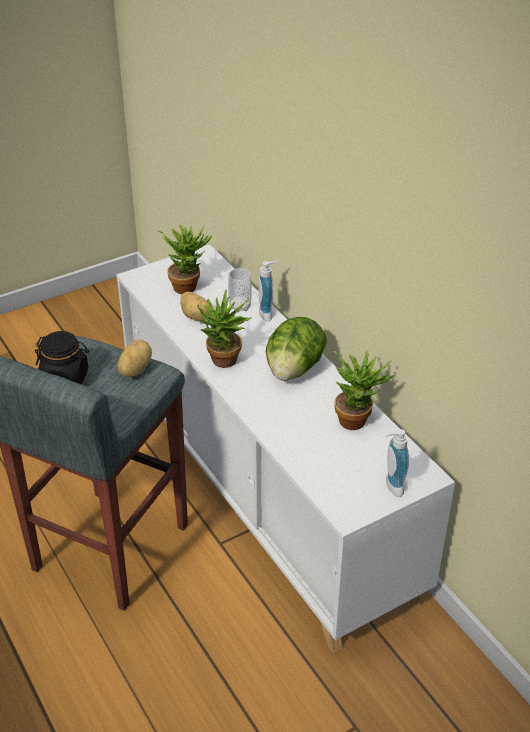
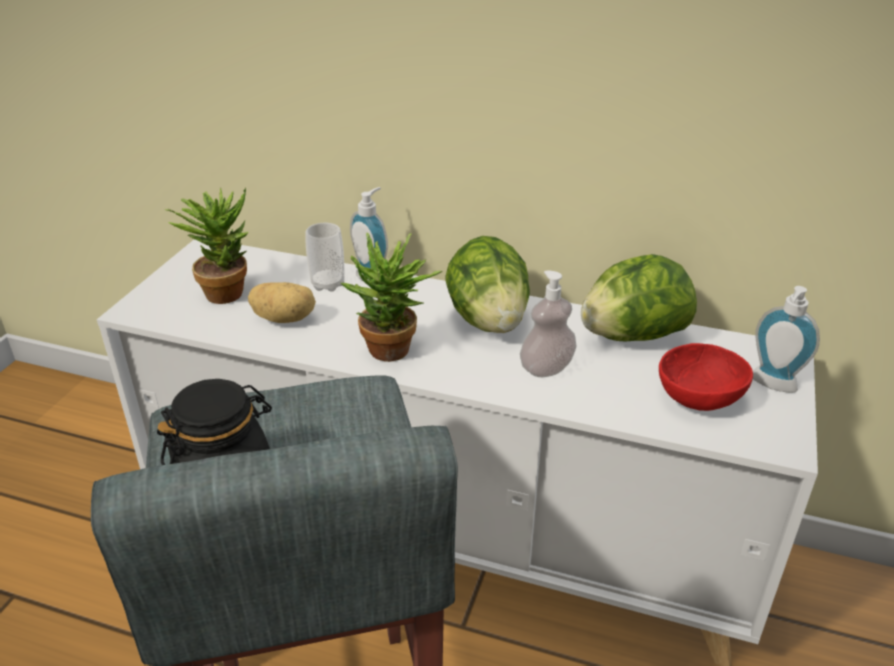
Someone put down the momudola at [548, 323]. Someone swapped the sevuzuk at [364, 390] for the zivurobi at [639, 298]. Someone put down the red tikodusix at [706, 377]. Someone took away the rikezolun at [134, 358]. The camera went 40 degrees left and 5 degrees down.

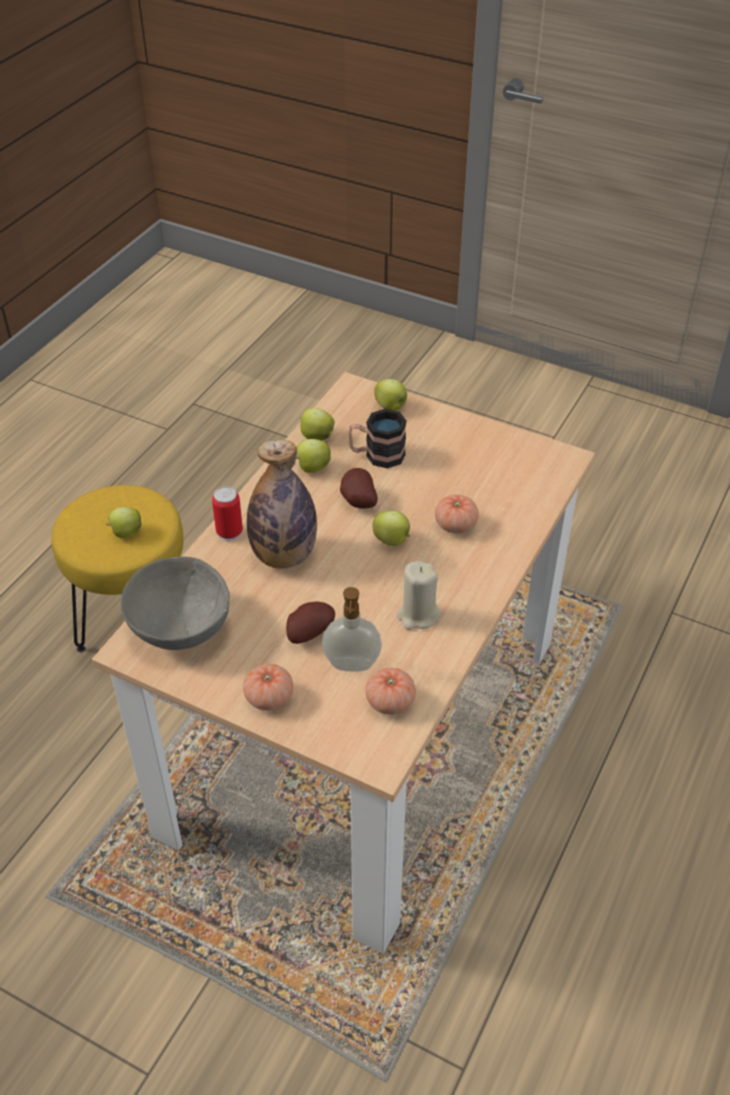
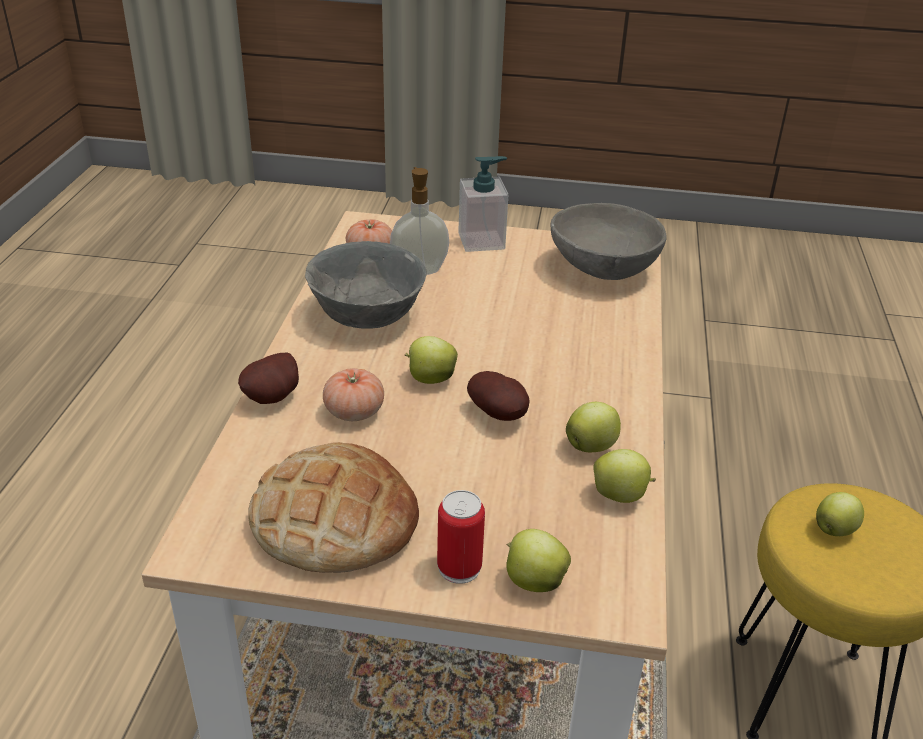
Someone carried the rikezolun from [310, 623] to [268, 378]. Someone put down the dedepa at [333, 507]. Someone swapped the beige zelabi at [419, 595] for the grey tikodusix at [365, 285]. Someone carried the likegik from [227, 513] to [461, 537]. Someone swapped the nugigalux at [268, 687] for the momudola at [483, 204]. Someone took away the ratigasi at [282, 504]. Someone took away the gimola at [377, 438]. The camera went 160 degrees right and 10 degrees down.

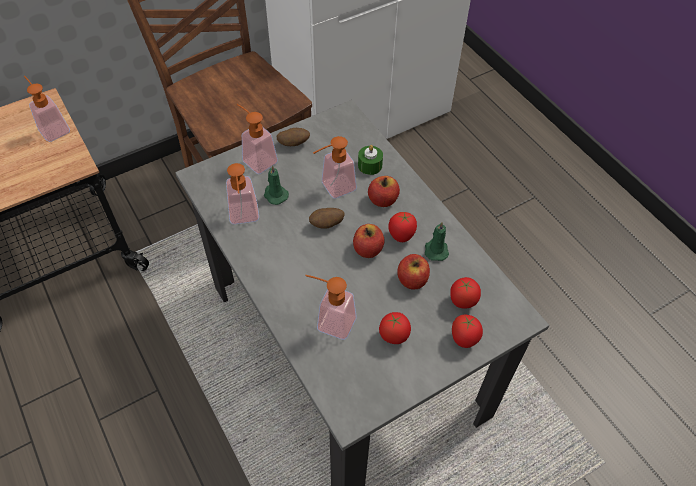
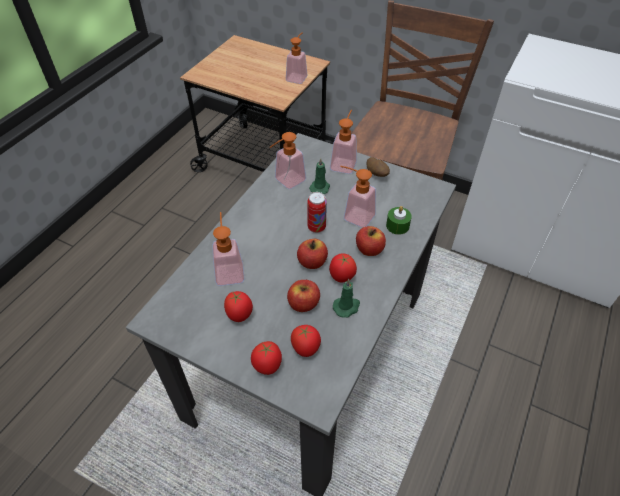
Someone swapped the rikezolun at [327, 218] for the likegik at [317, 212]. The camera went 60 degrees right and 5 degrees down.

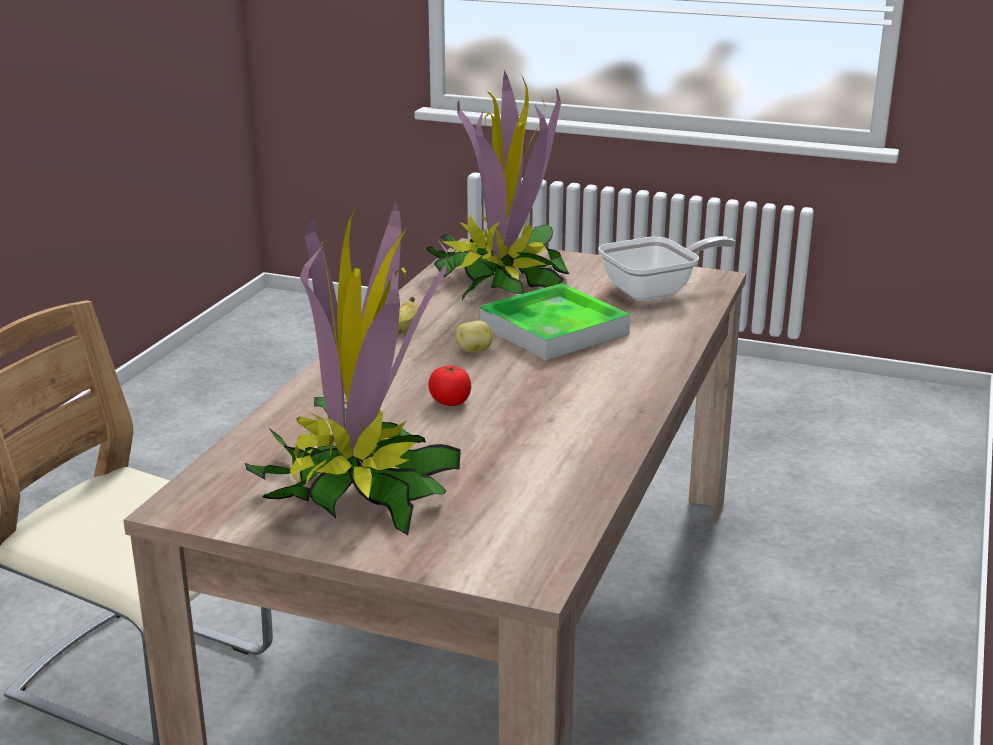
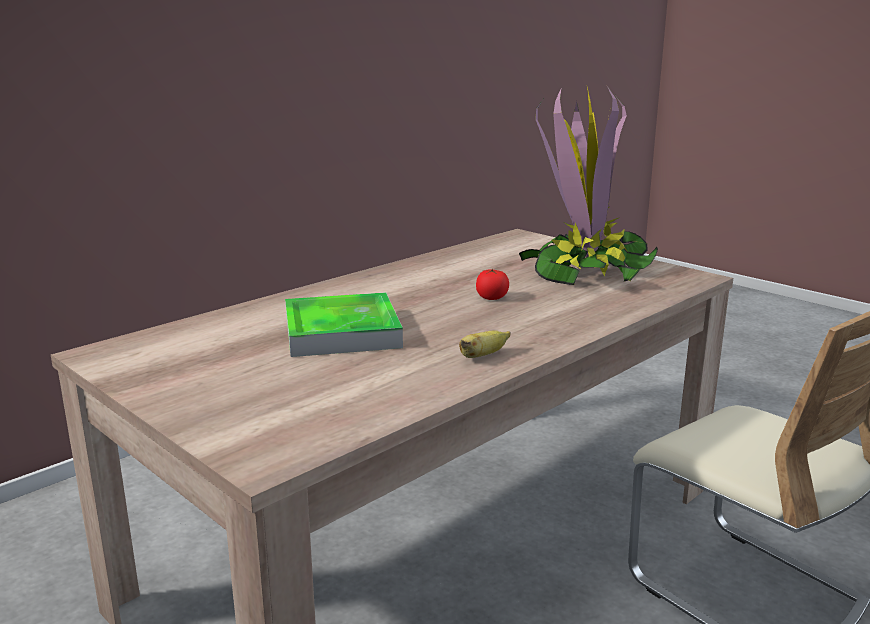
Someone took away the sevuzuk at [497, 185]. Someone took away the rikezolun at [474, 337]. Someone took away the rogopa at [667, 268]. The camera went 155 degrees left and 5 degrees down.

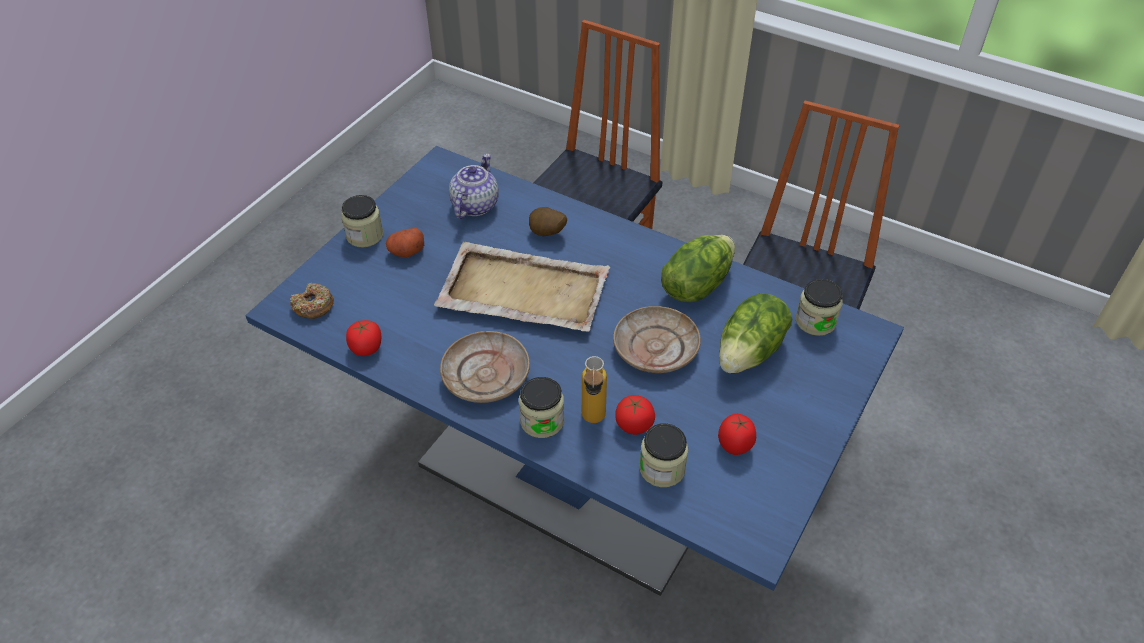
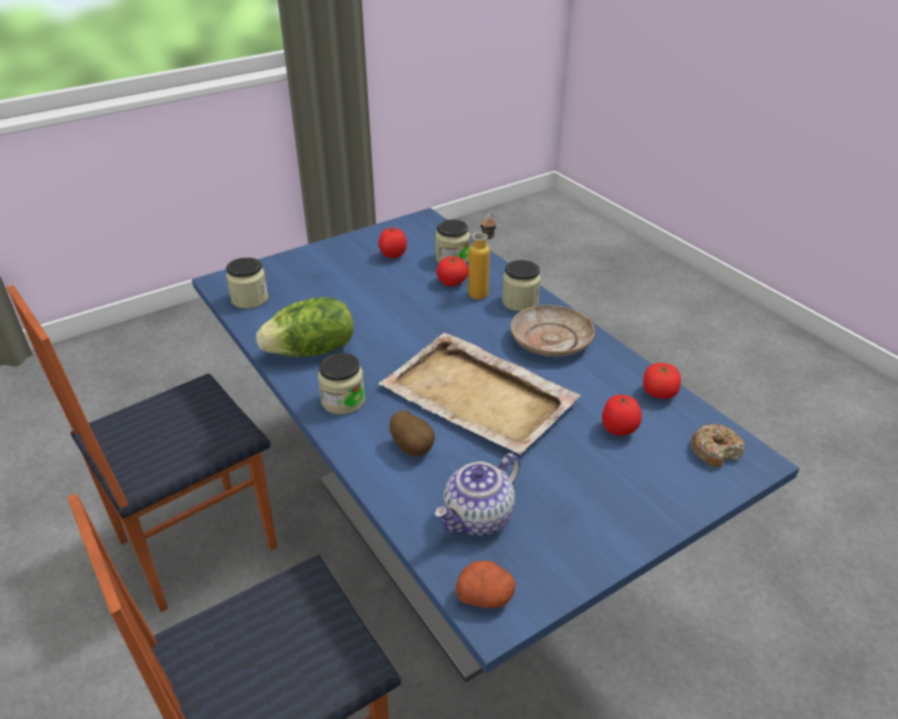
Someone carried the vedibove from [362, 221] to [341, 384]. Someone carried the rikezolun from [405, 242] to [486, 584]. Someone put down the nugigalux at [622, 415]. Someone took away the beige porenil at [657, 339]. Someone took away the zivurobi at [755, 333]. The camera went 155 degrees left and 10 degrees down.

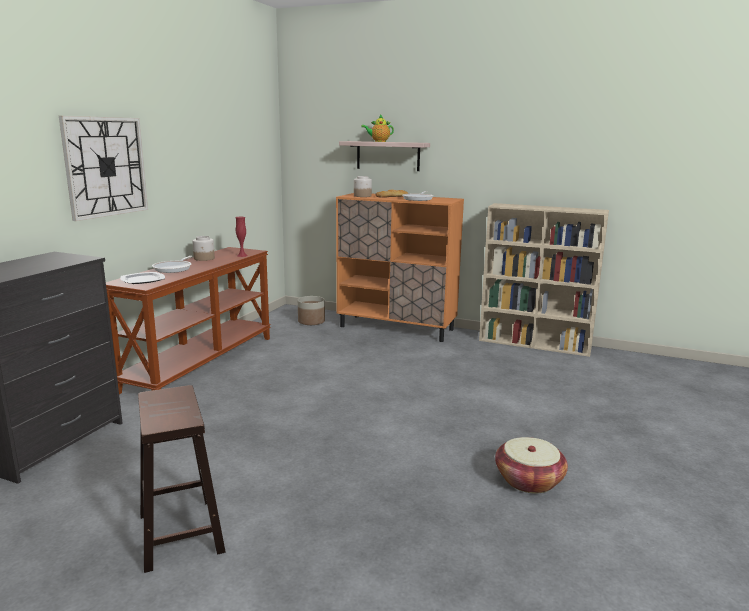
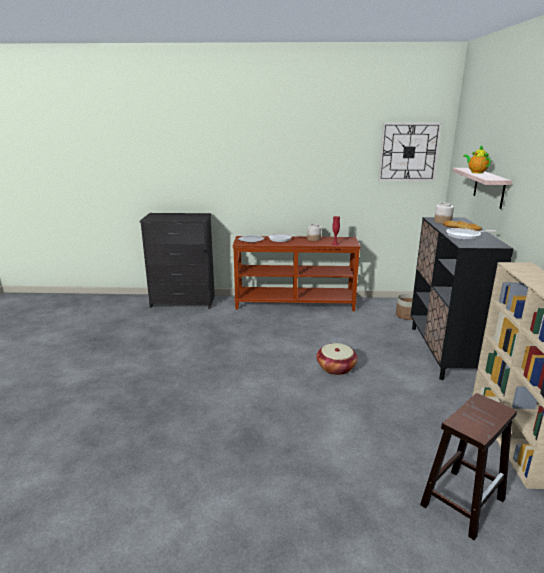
Someone carried the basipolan from [531, 465] to [337, 359]. Someone carried the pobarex from [103, 168] to [410, 152]. Someone repainted the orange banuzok at [400, 267], which became the black banuzok at [462, 298]. Someone carried the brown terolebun from [182, 479] to [468, 466]. The camera went 70 degrees right and 5 degrees up.

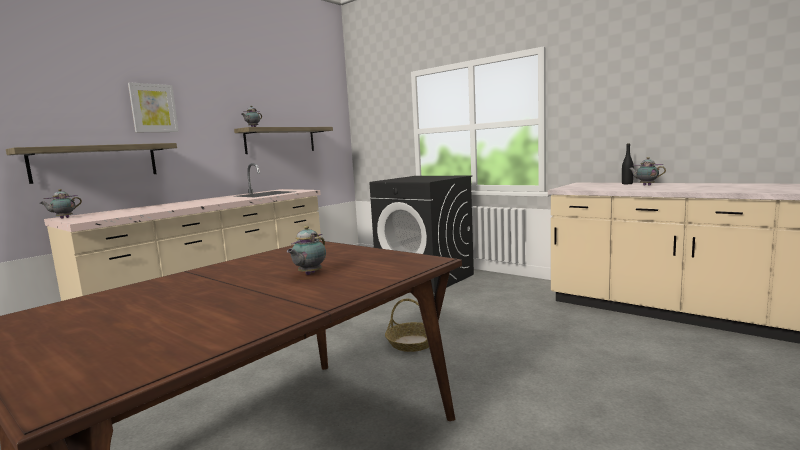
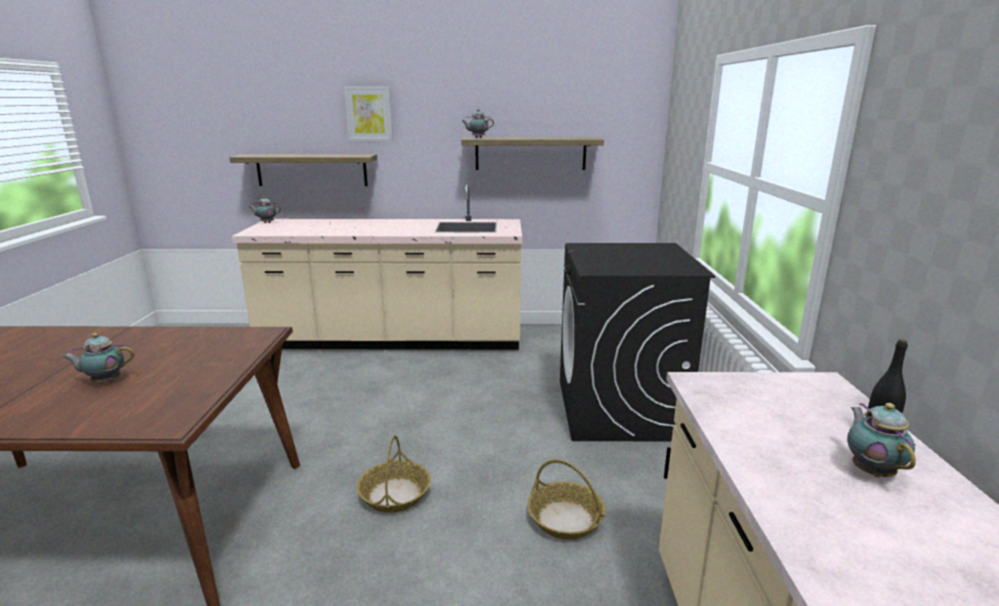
Someone put down the basipolan at [566, 499]. The camera went 50 degrees right and 10 degrees up.

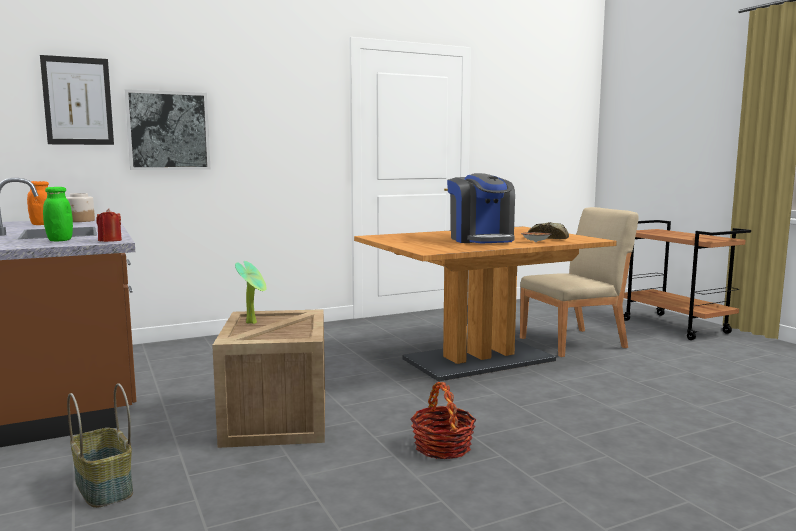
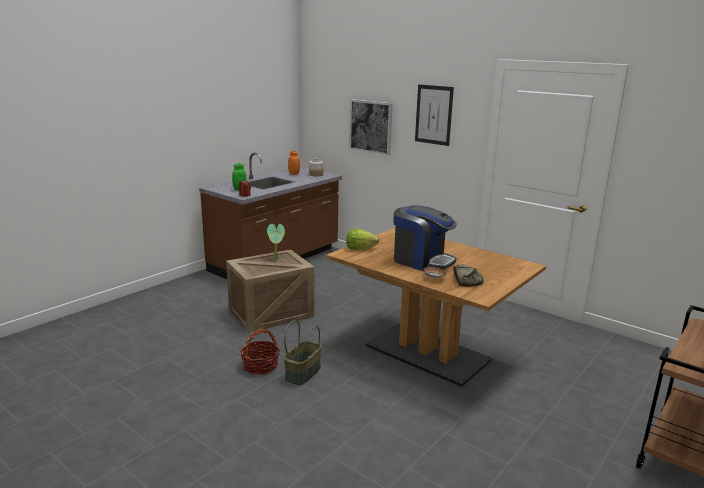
Someone carried the basipolan from [100, 445] to [303, 352]. Someone put down the zivurobi at [362, 239]. Someone rotated the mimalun at [481, 208] by 105 degrees counterclockwise. Someone carried the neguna from [77, 100] to [434, 115]. Someone took away the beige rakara at [579, 282]. The camera went 65 degrees right and 10 degrees up.

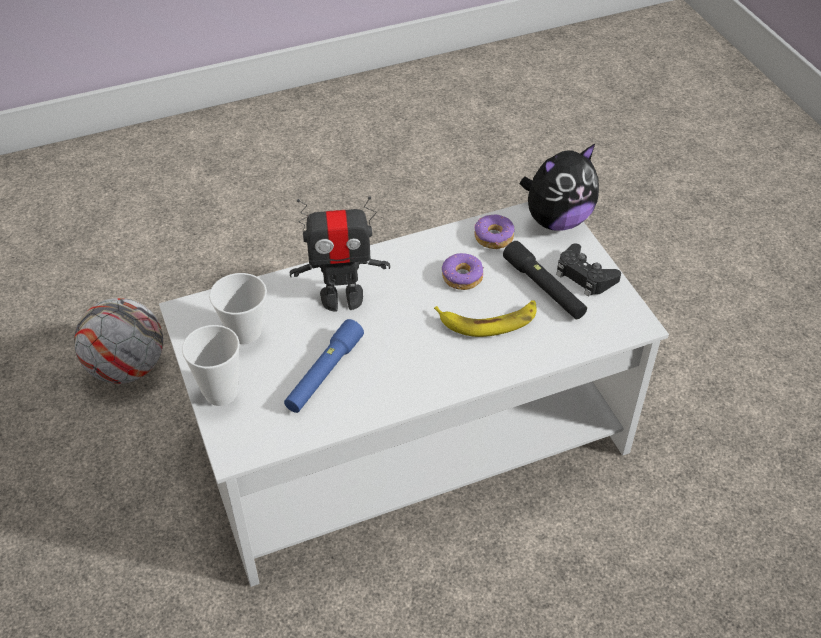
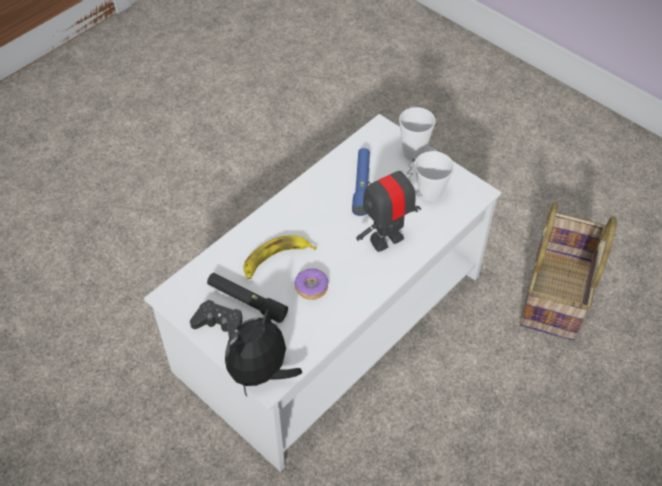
Someone swapped the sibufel at [118, 341] for the basipolan at [568, 271]. Someone took away the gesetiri at [494, 231]. The camera went 155 degrees right and 5 degrees up.

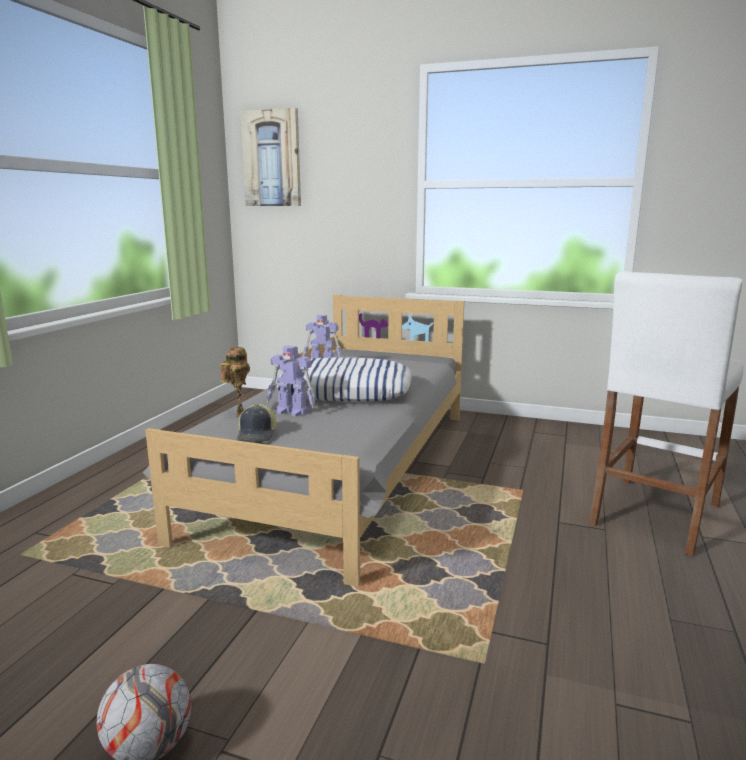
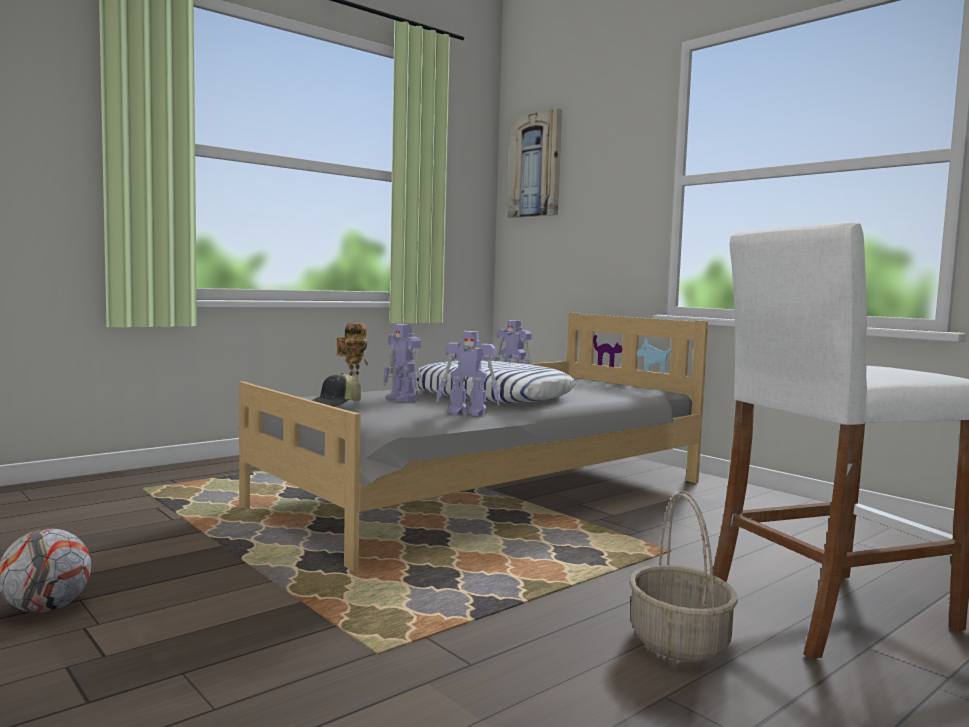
Someone put down the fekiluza at [468, 373]. Someone put down the basipolan at [683, 576]. The camera went 30 degrees right and 10 degrees down.

